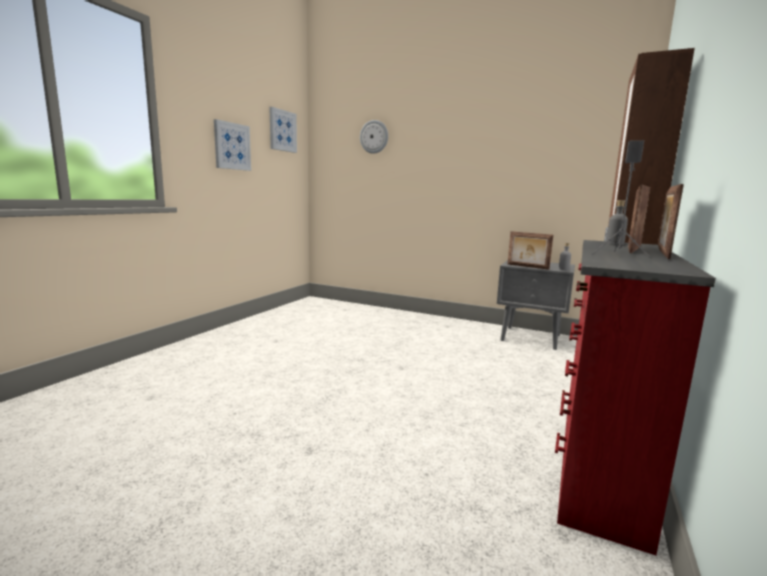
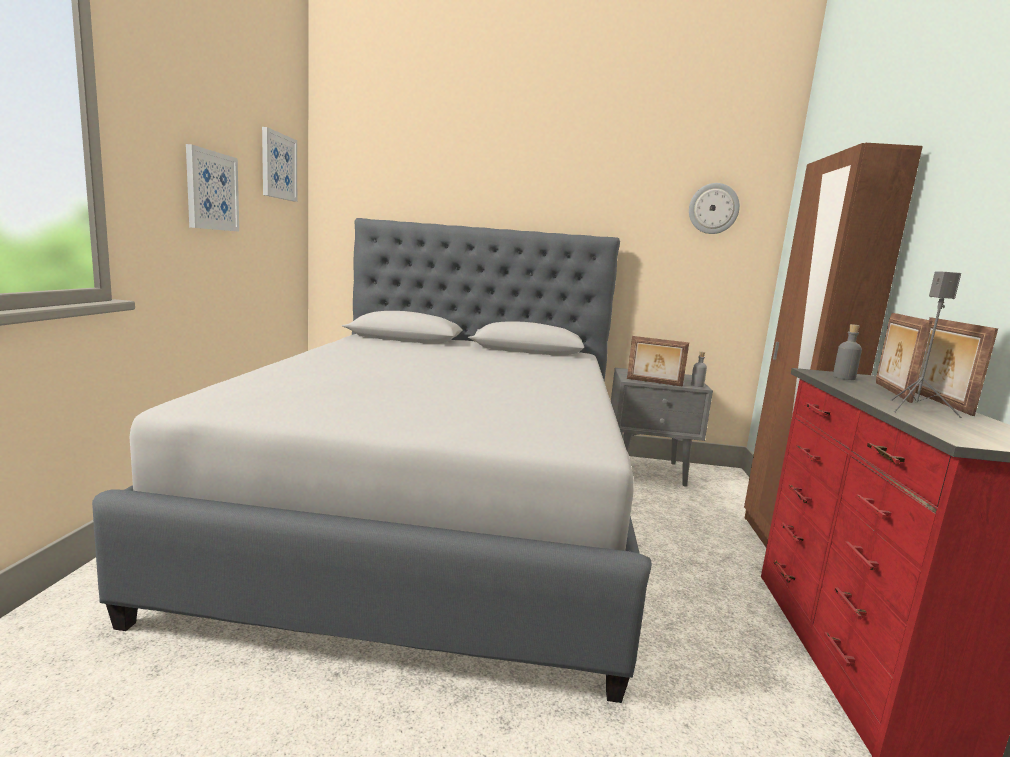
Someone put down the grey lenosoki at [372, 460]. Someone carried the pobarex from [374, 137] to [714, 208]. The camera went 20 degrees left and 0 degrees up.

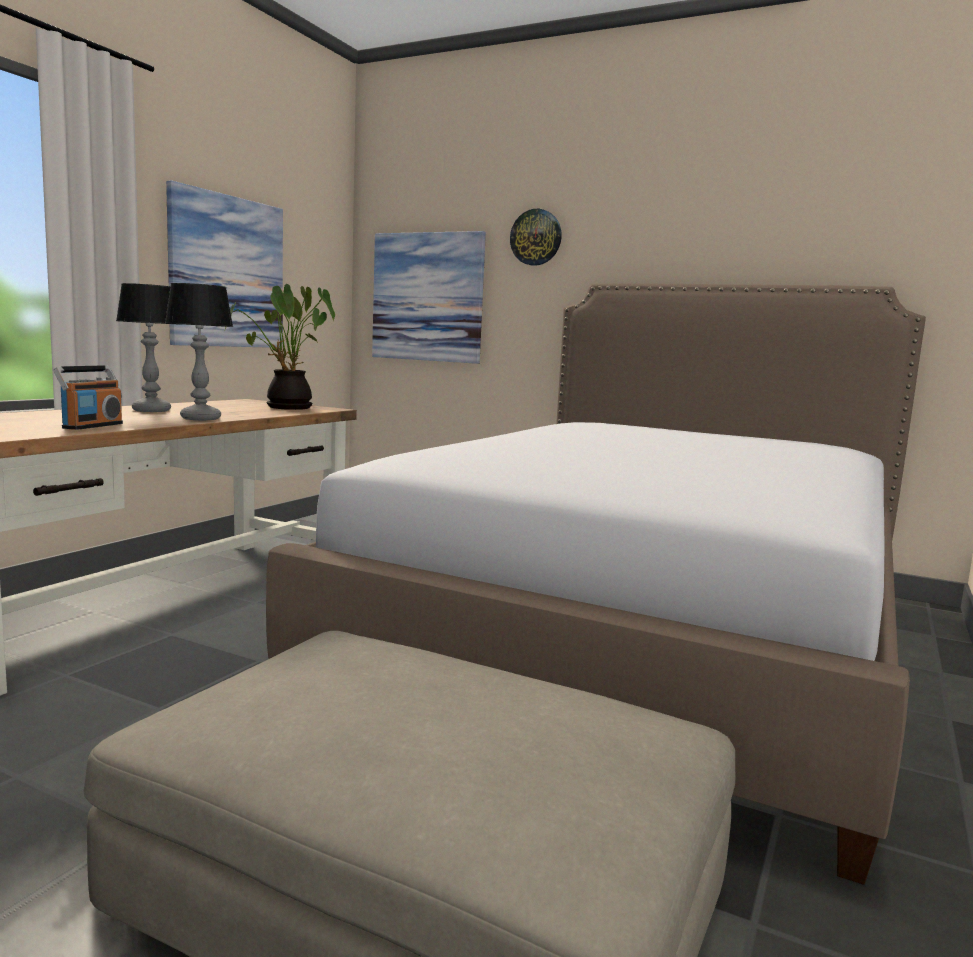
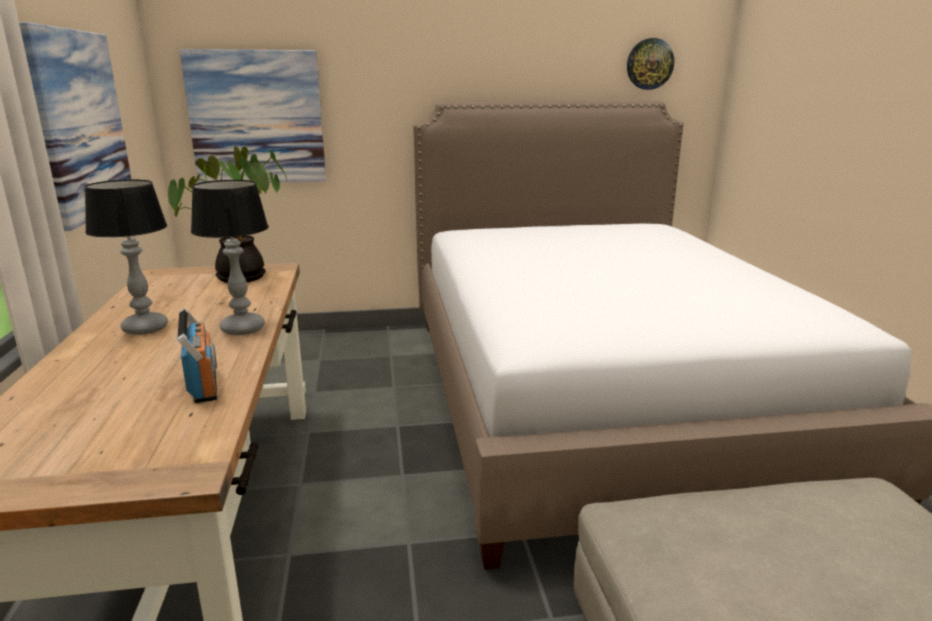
Someone carried the pobarex from [536, 237] to [650, 64]. The camera went 35 degrees left and 10 degrees up.

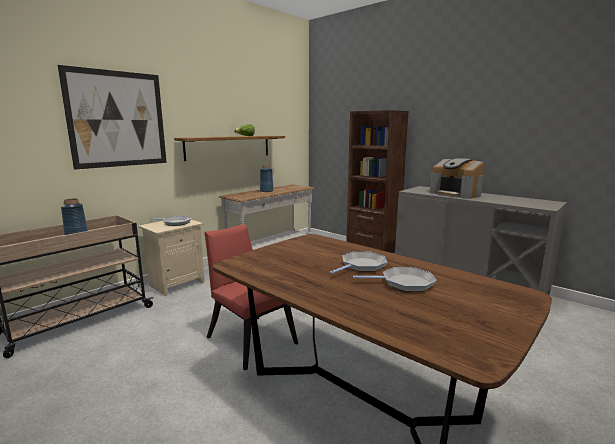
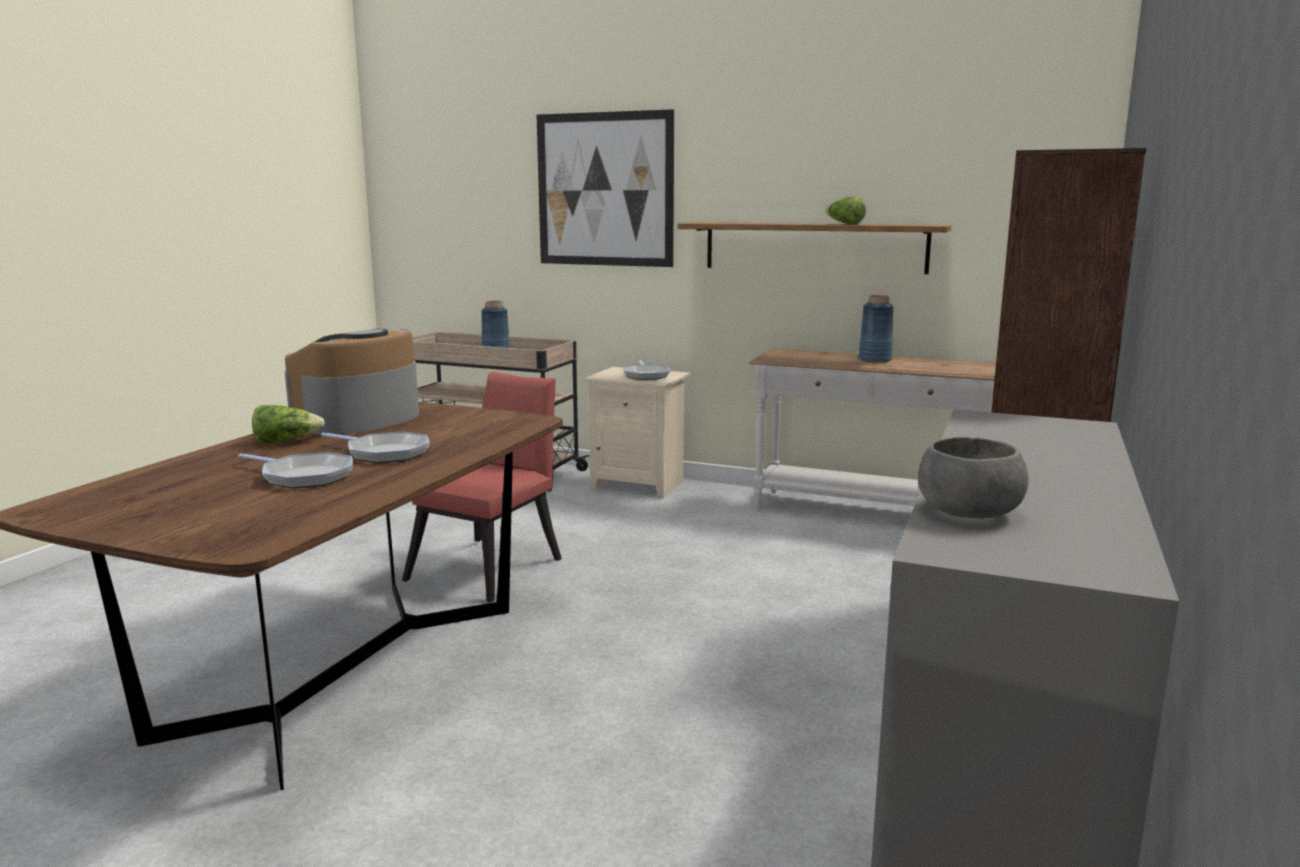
Someone rotated the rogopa at [394, 279] by 45 degrees counterclockwise. Someone put down the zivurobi at [288, 424]. Someone carried the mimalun from [457, 178] to [352, 382]. Someone put down the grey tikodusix at [973, 478]. The camera went 70 degrees right and 0 degrees up.

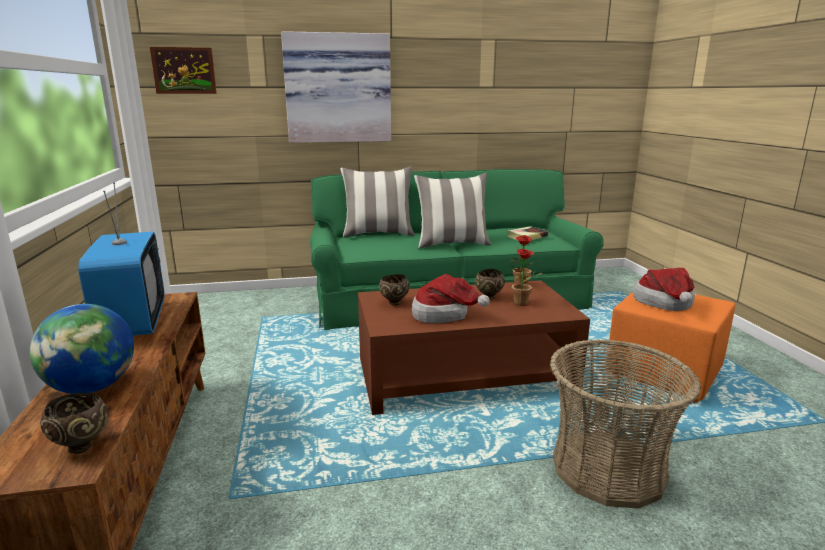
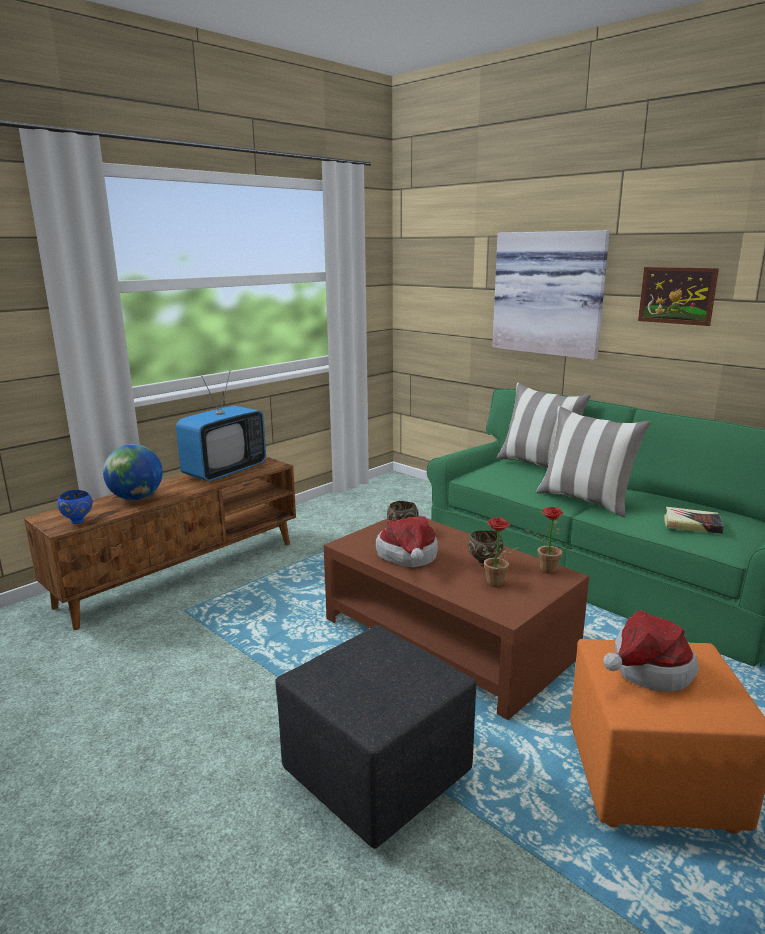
Someone repainted the brown tikodusix at [74, 423], which became the blue tikodusix at [75, 507]. Someone swapped the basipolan at [625, 423] for the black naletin at [375, 736]. Someone carried the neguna from [183, 70] to [678, 296]. The camera went 55 degrees right and 0 degrees up.

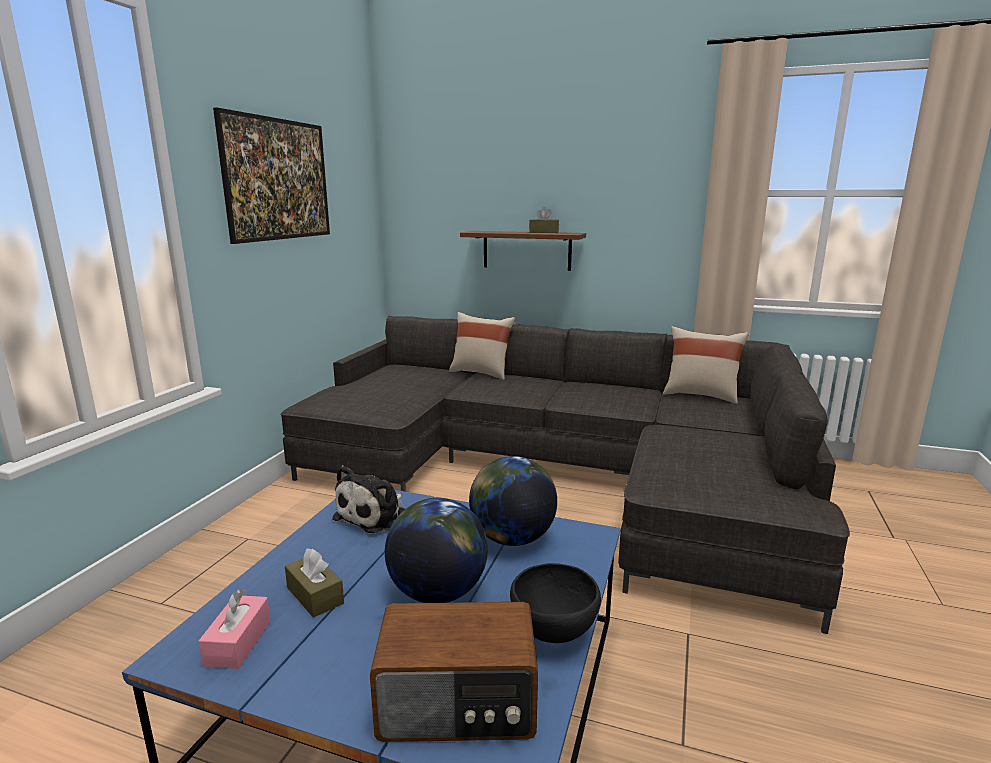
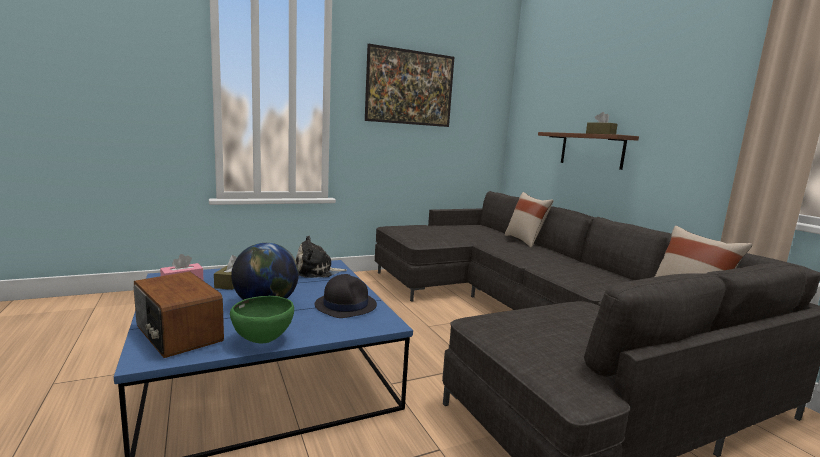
Someone repainted the black tikodusix at [555, 603], which became the green tikodusix at [262, 319]. Someone swapped the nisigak at [513, 501] for the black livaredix at [345, 296]. The camera went 45 degrees right and 5 degrees down.

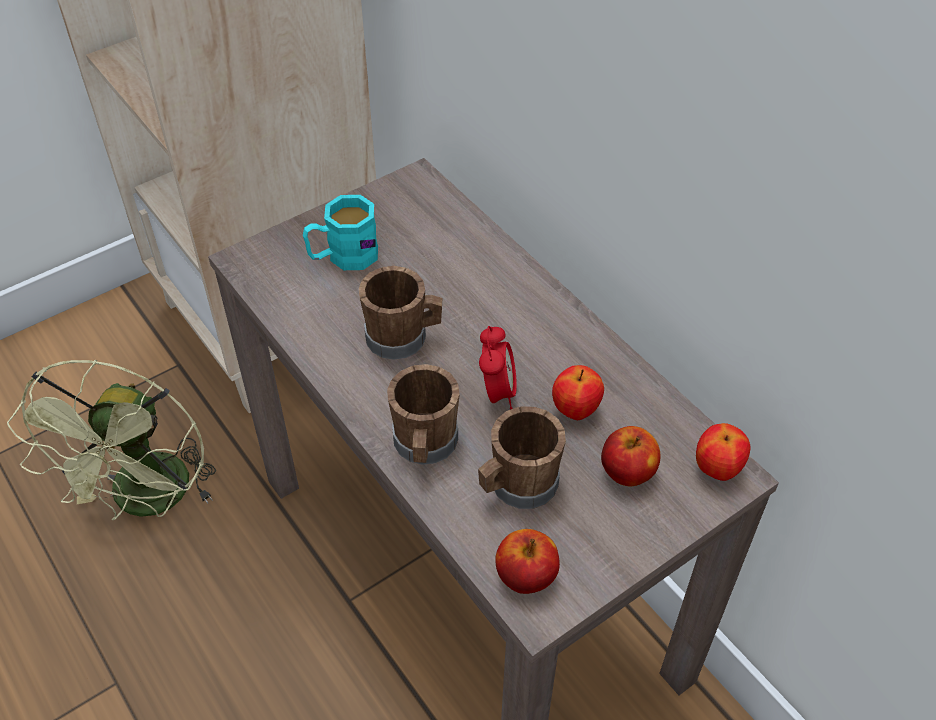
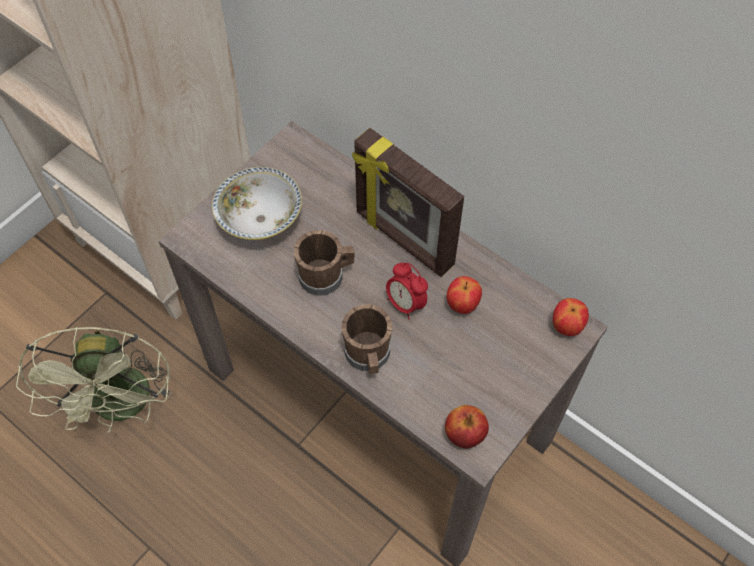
Someone swapped the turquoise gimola at [340, 232] for the tikodusix at [257, 203]. Someone put down the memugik at [408, 202]. Someone rotated the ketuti at [498, 367] by 150 degrees clockwise. Someone took away the brown gimola at [522, 457]. Someone took away the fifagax at [630, 456]. The camera went 15 degrees left and 10 degrees up.

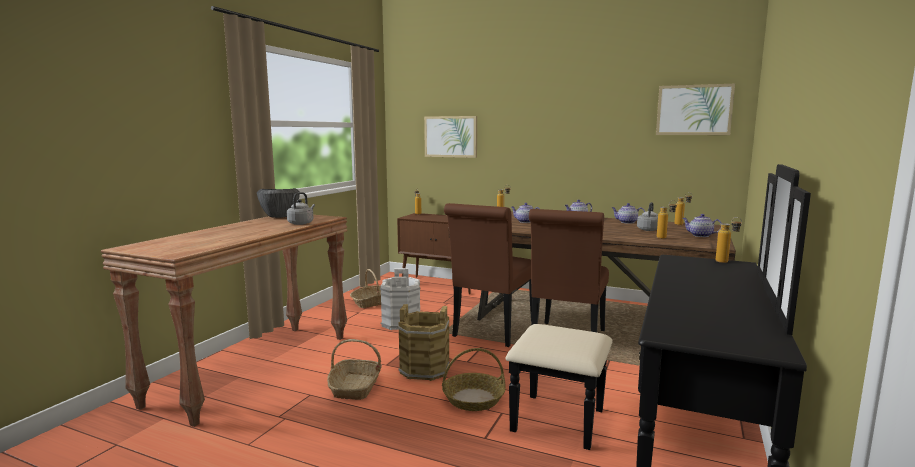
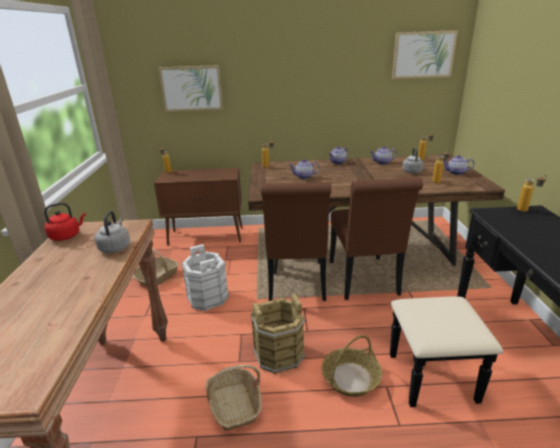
Someone swapped the tikodusix at [278, 203] for the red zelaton at [65, 222]. The camera went 25 degrees left and 15 degrees up.

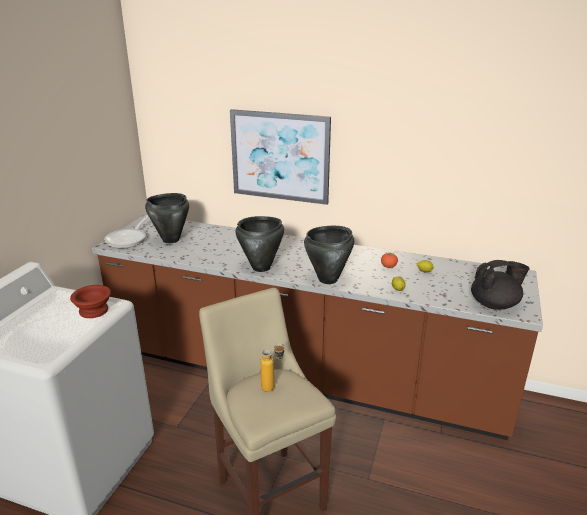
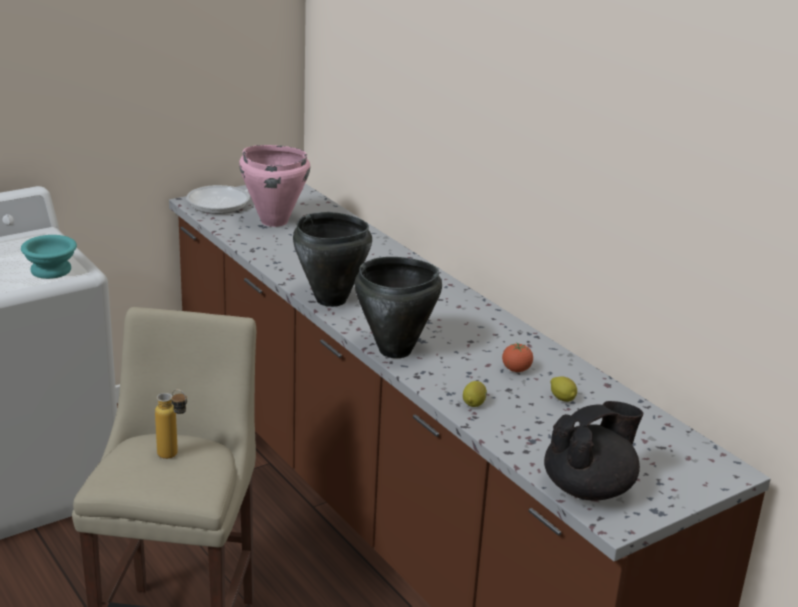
Someone repainted the brown tikodusix at [90, 301], which became the turquoise tikodusix at [49, 257]. Someone repainted the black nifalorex at [167, 218], which became the pink nifalorex at [274, 186]. Someone rotated the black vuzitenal at [500, 285] by 60 degrees counterclockwise. Someone took away the neguna at [280, 157]. The camera went 35 degrees right and 0 degrees up.

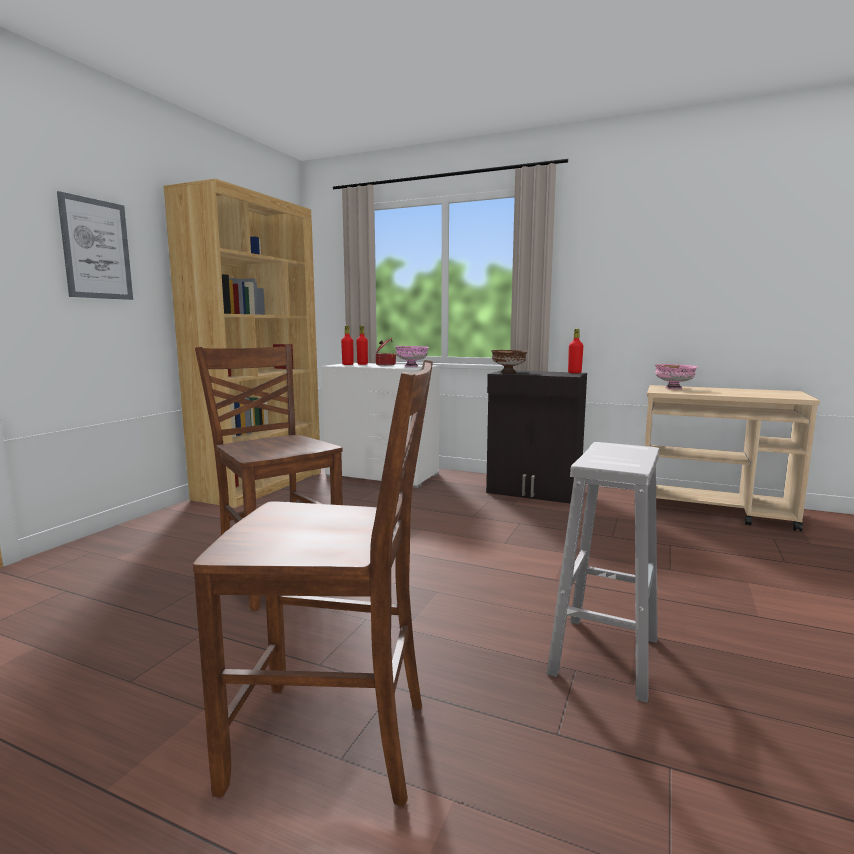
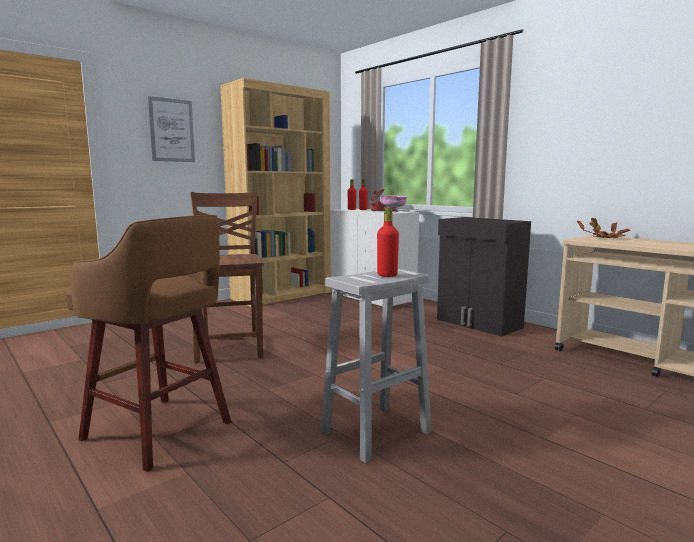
Someone swapped the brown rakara at [313, 583] for the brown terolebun at [148, 343]. Someone carried the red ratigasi from [575, 351] to [388, 242]. Someone swapped the pink tikodusix at [676, 376] for the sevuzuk at [603, 228]. Someone took away the brown tikodusix at [509, 361]. The camera went 25 degrees right and 0 degrees up.

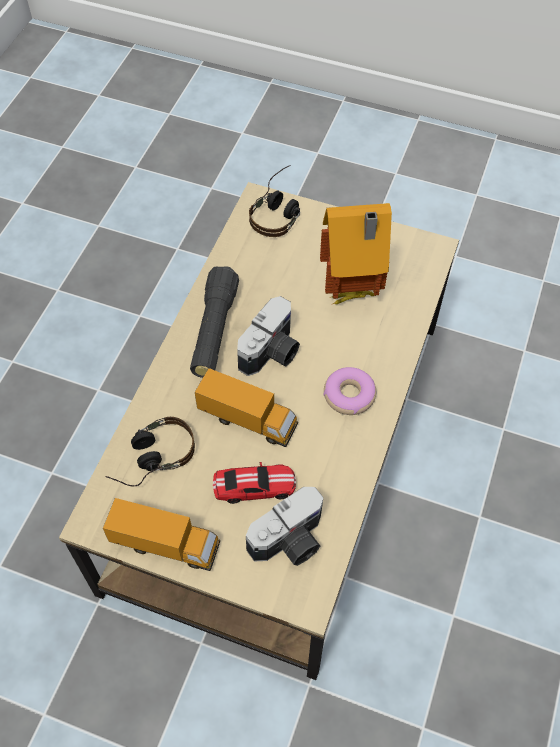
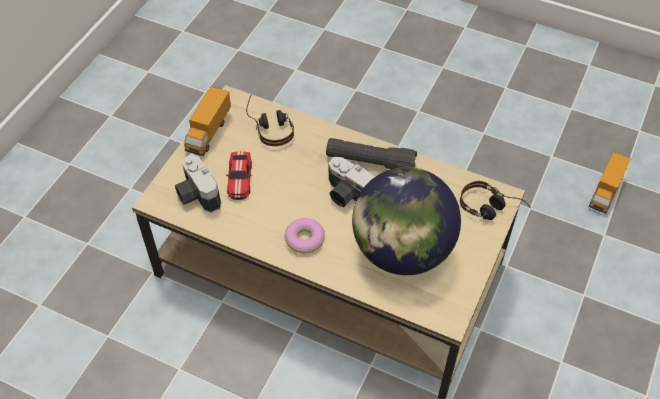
Someone swapped the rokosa at [356, 253] for the nisigak at [406, 221]. Someone carried the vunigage from [246, 407] to [610, 183]. The camera went 95 degrees right and 5 degrees down.

